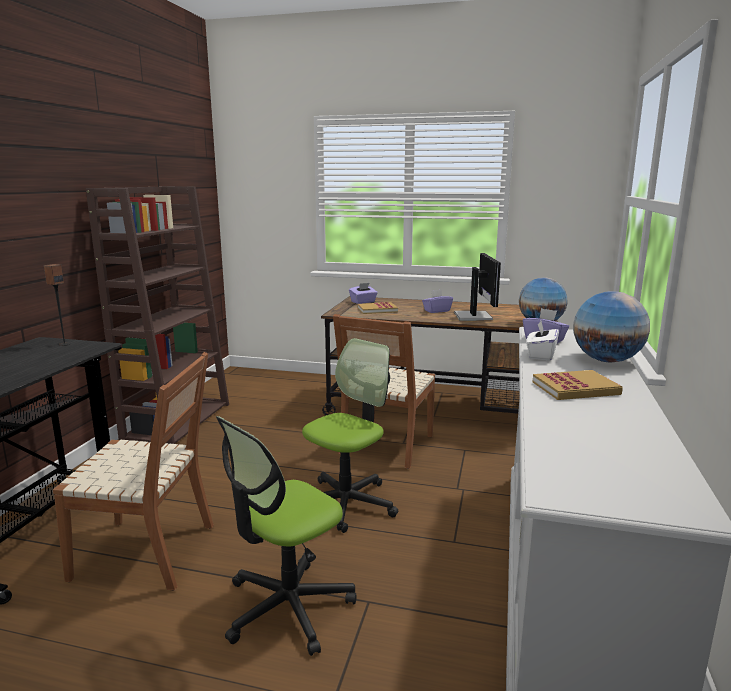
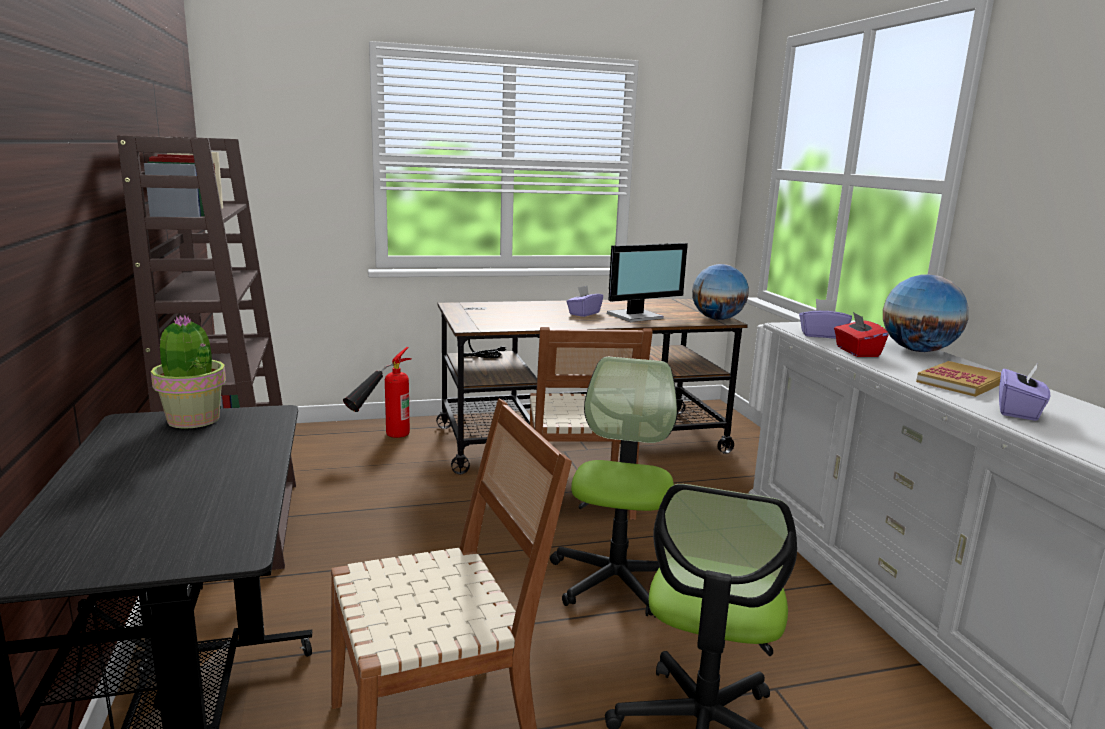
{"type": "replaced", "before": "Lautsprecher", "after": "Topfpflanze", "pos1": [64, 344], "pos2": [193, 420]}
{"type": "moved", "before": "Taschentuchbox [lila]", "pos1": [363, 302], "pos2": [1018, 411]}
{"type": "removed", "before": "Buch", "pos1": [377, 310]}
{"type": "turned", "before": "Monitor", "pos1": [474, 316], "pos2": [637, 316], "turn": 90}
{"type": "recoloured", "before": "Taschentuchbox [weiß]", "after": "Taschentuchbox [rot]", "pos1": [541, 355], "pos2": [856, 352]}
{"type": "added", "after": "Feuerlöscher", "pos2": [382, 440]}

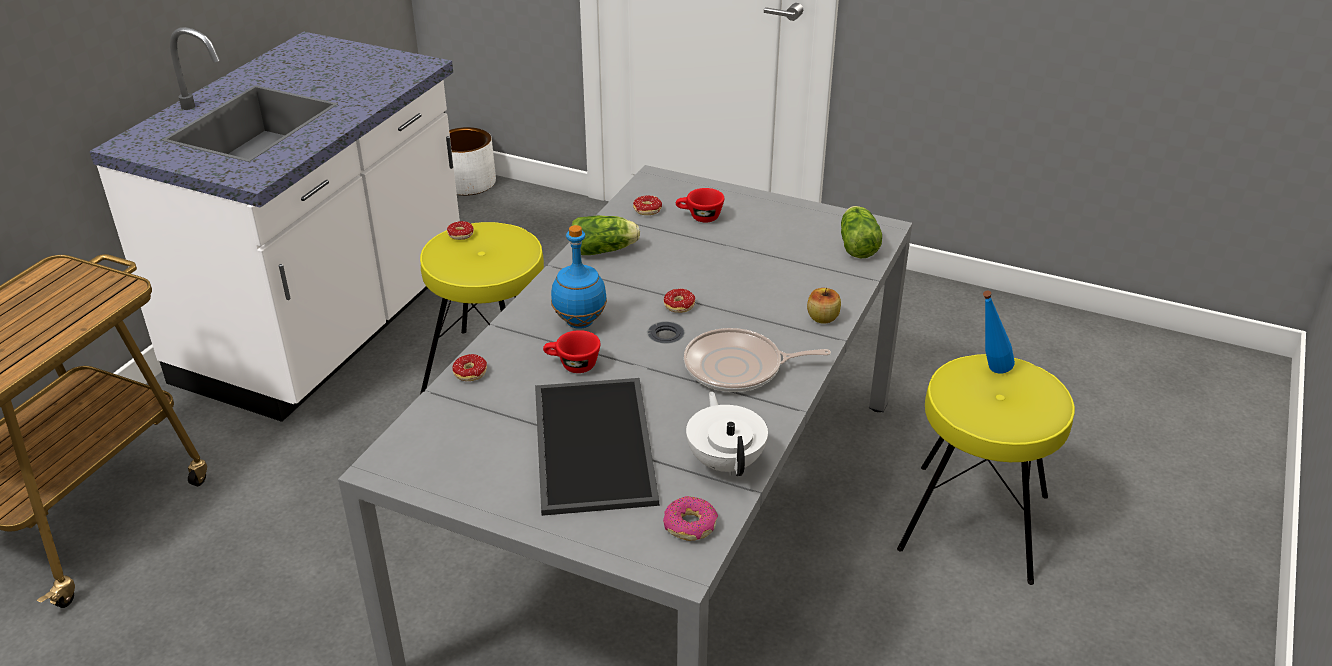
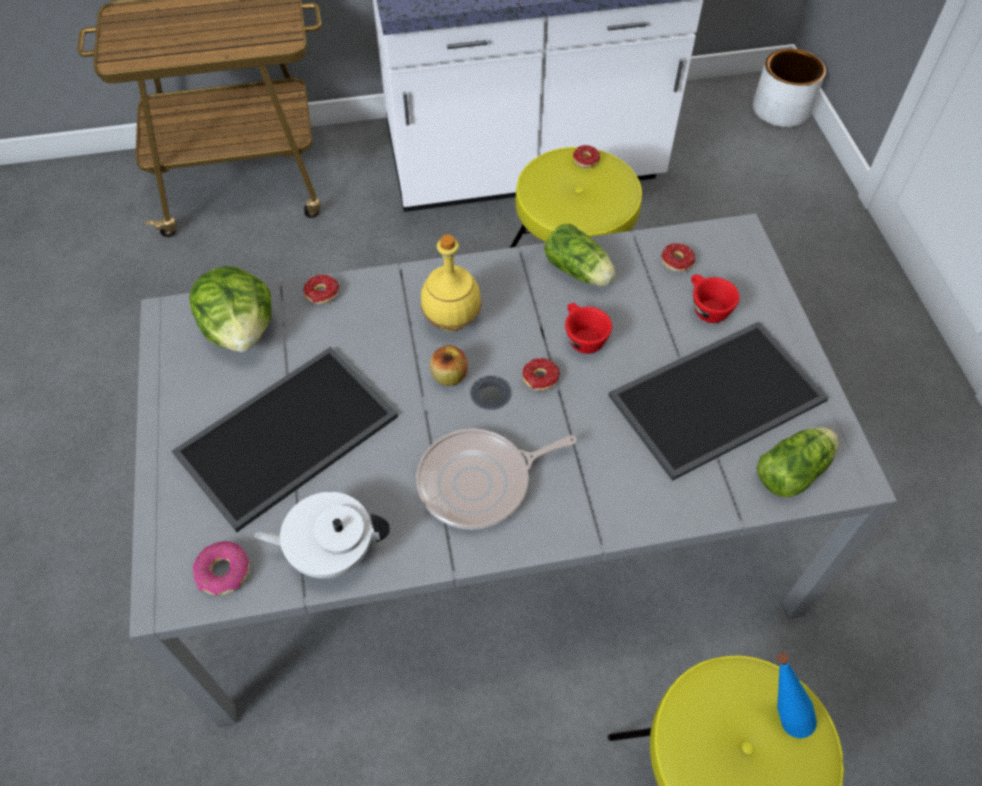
{"type": "moved", "before": "Tasse [rot]", "pos1": [572, 365], "pos2": [582, 337]}
{"type": "recoloured", "before": "Flasche [blau]", "after": "Flasche [gelb]", "pos1": [579, 322], "pos2": [451, 321]}
{"type": "turned", "before": "Pfanne", "pos1": [738, 368], "pos2": [480, 482], "turn": -75}
{"type": "turned", "before": "Teekanne [weiß]", "pos1": [726, 461], "pos2": [331, 551], "turn": -135}
{"type": "moved", "before": "Apfel", "pos1": [822, 318], "pos2": [449, 376]}
{"type": "added", "after": "Salatkopf", "pos2": [241, 331]}
{"type": "added", "after": "Tablett", "pos2": [716, 395]}

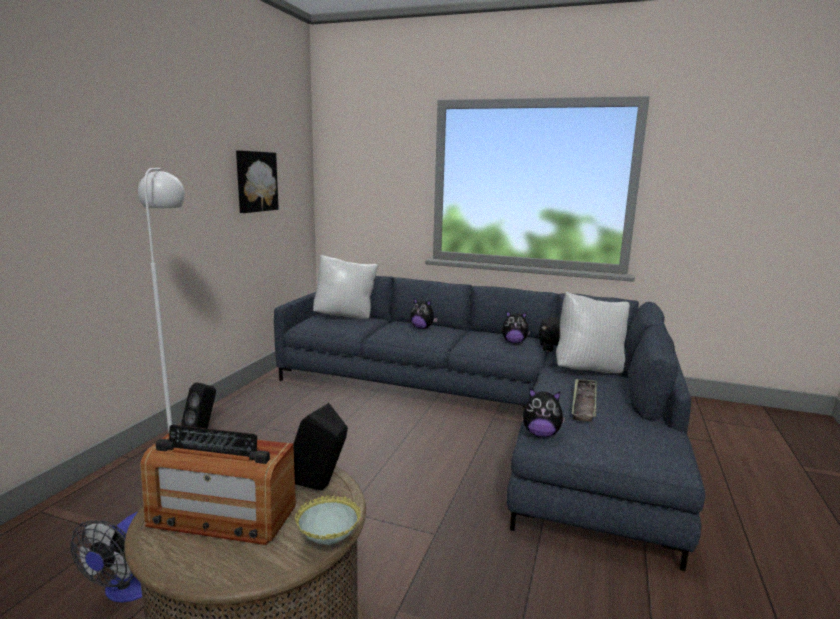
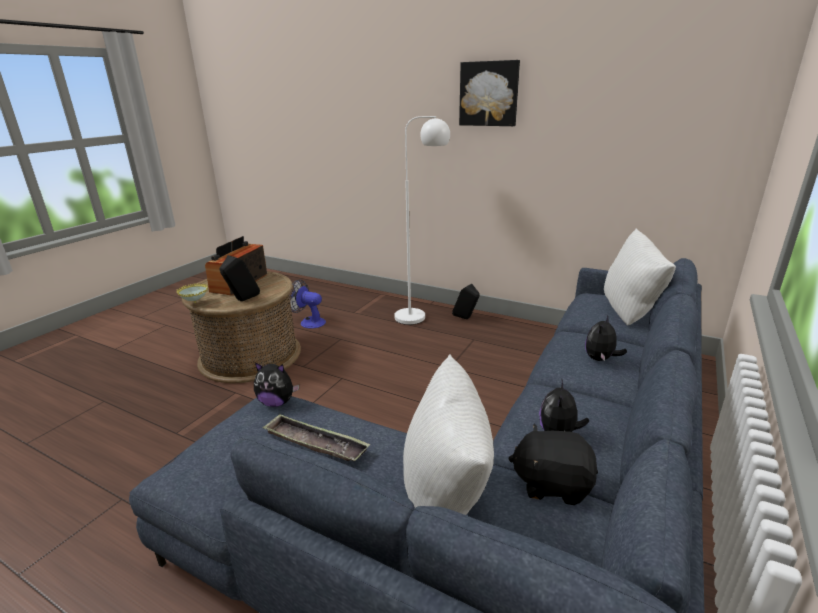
{"type": "moved", "before": "Bild", "pos1": [255, 181], "pos2": [489, 94]}
{"type": "turned", "before": "Plüschtier", "pos1": [541, 434], "pos2": [277, 402], "turn": -105}

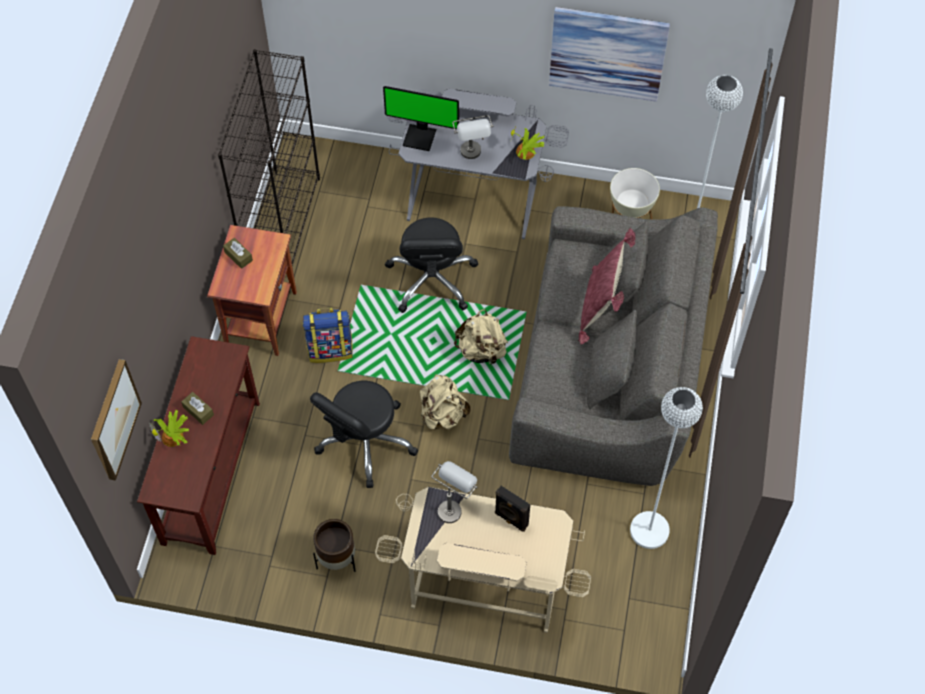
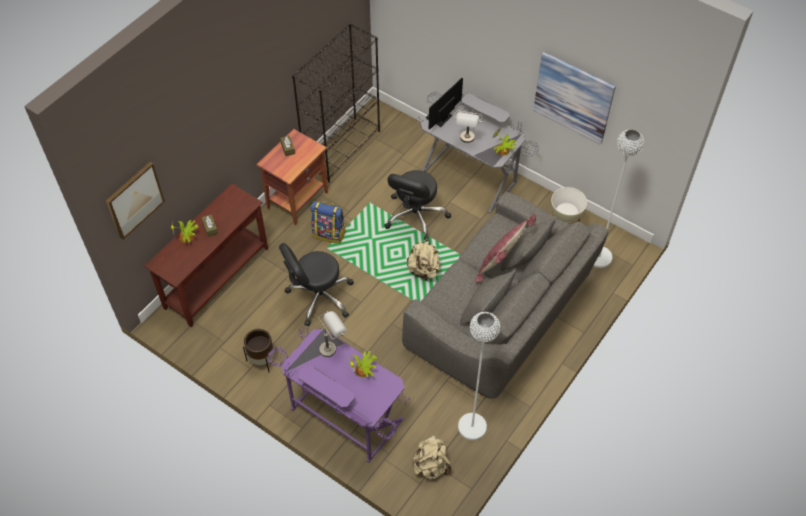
{"type": "recoloured", "before": "Schreibtisch [beige]", "after": "Schreibtisch [lila]", "pos1": [485, 586], "pos2": [344, 416]}
{"type": "turned", "before": "Monitor", "pos1": [420, 136], "pos2": [439, 118], "turn": 90}
{"type": "moved", "before": "Rucksack [beige]", "pos1": [442, 414], "pos2": [431, 465]}
{"type": "replaced", "before": "Lautsprecher [schwarz]", "after": "Topfpflanze", "pos1": [510, 519], "pos2": [364, 370]}

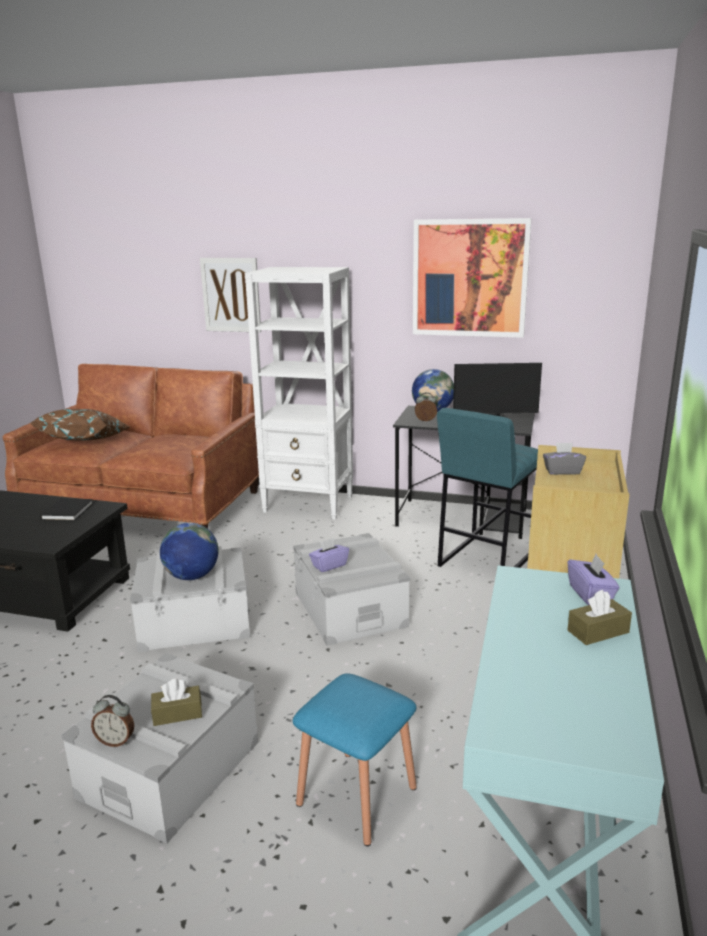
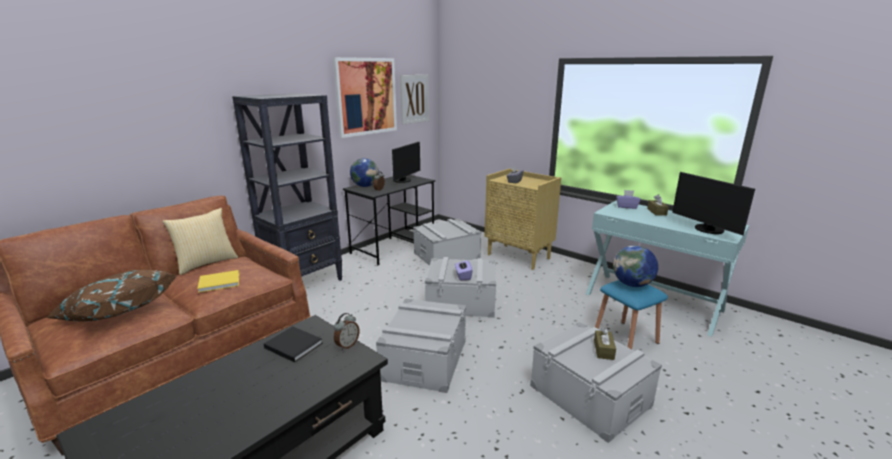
{"type": "moved", "before": "Wecker", "pos1": [116, 741], "pos2": [347, 345]}
{"type": "moved", "before": "Globus", "pos1": [192, 576], "pos2": [632, 284]}
{"type": "moved", "before": "Bild", "pos1": [231, 295], "pos2": [414, 99]}
{"type": "recoloured", "before": "Bücherregal [weiß]", "after": "Bücherregal [schwarz]", "pos1": [309, 504], "pos2": [305, 283]}
{"type": "replaced", "before": "Hocker [türkis]", "after": "Aufbewahrungsbox [grau]", "pos1": [485, 561], "pos2": [446, 255]}
{"type": "added", "after": "Kissen", "pos2": [206, 263]}
{"type": "added", "after": "Buch [gelb]", "pos2": [221, 282]}
{"type": "added", "after": "Monitor", "pos2": [707, 230]}

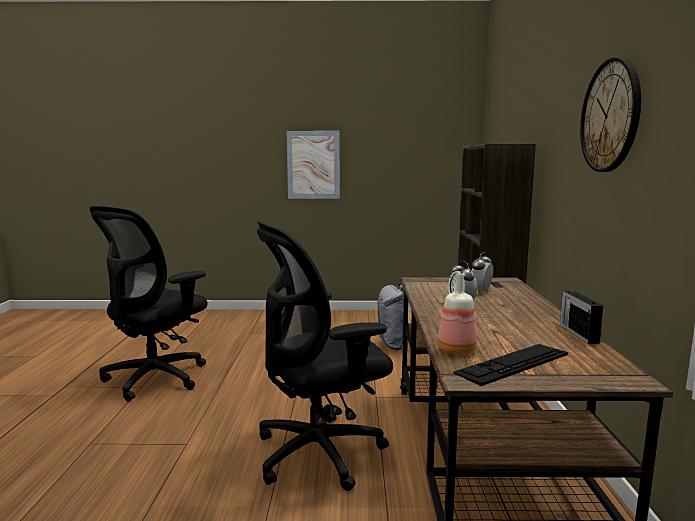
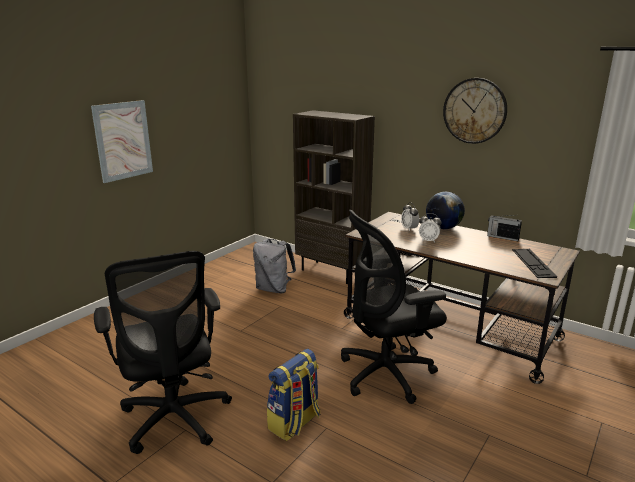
{"type": "turned", "before": "Bürostuhl [schwarz]", "pos1": [324, 449], "pos2": [390, 371], "turn": 60}
{"type": "removed", "before": "Flasche", "pos1": [455, 351]}
{"type": "added", "after": "Rucksack", "pos2": [294, 423]}
{"type": "added", "after": "Globus", "pos2": [443, 228]}

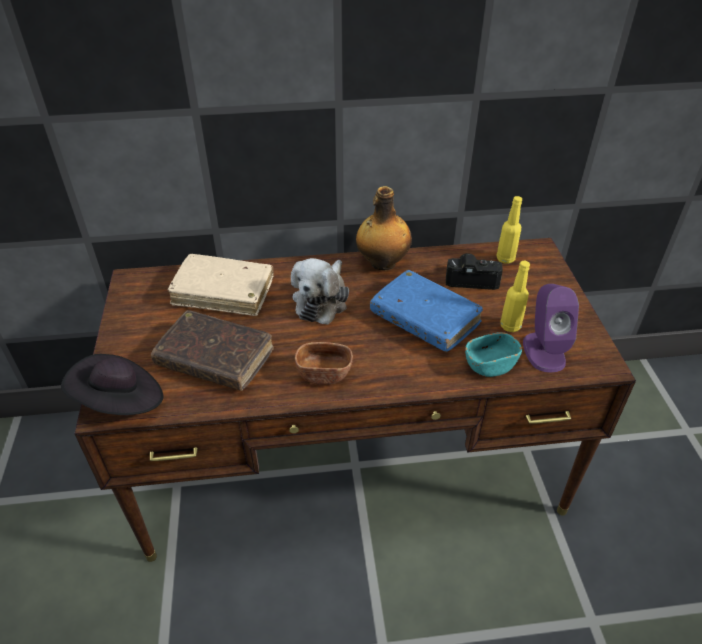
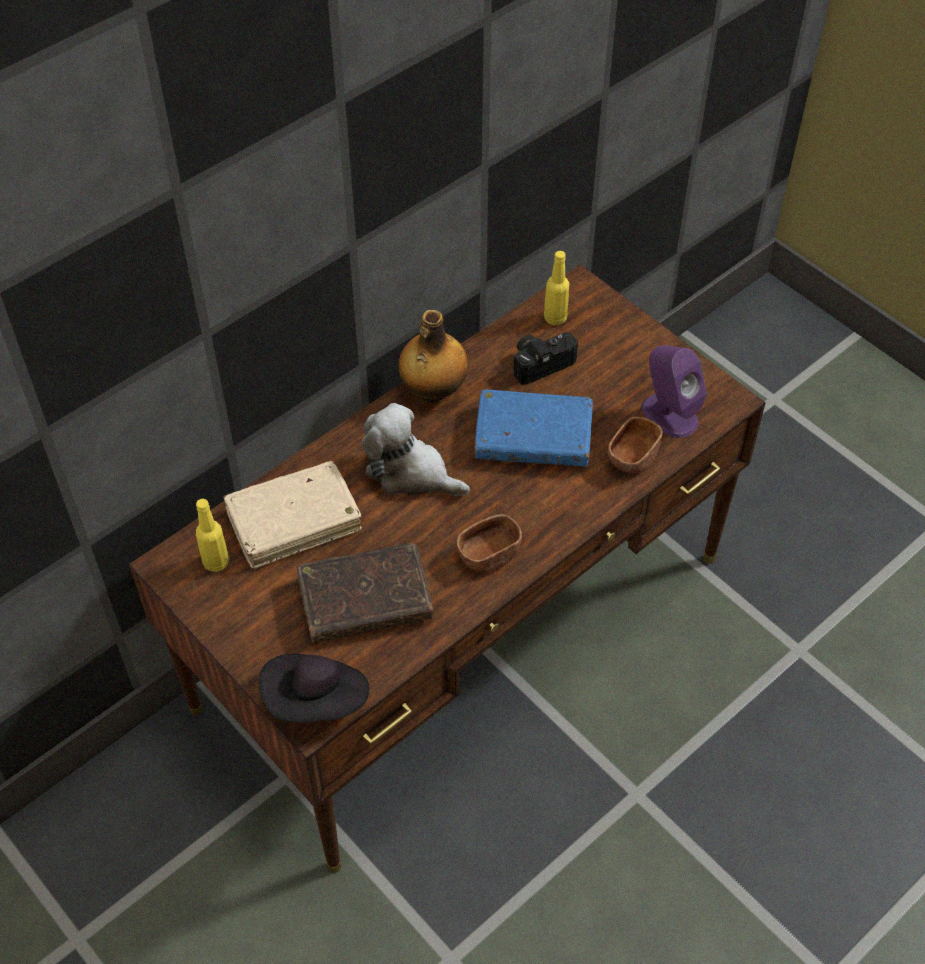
{"type": "turned", "before": "Plüschtier", "pos1": [322, 300], "pos2": [410, 473], "turn": 135}
{"type": "recoloured", "before": "Schüssel [türkis]", "after": "Schüssel [braun]", "pos1": [489, 365], "pos2": [632, 457]}
{"type": "moved", "before": "Flasche [gelb]", "pos1": [510, 326], "pos2": [216, 562]}

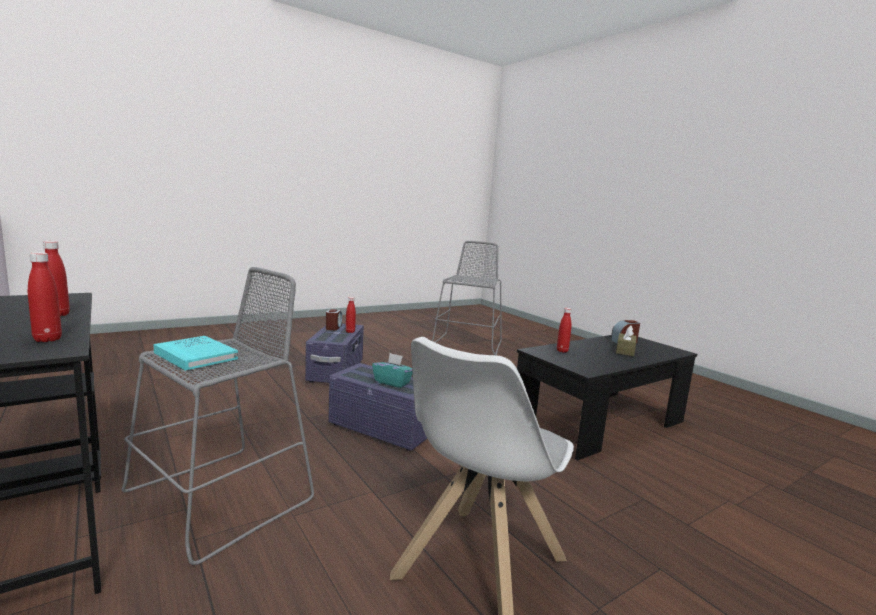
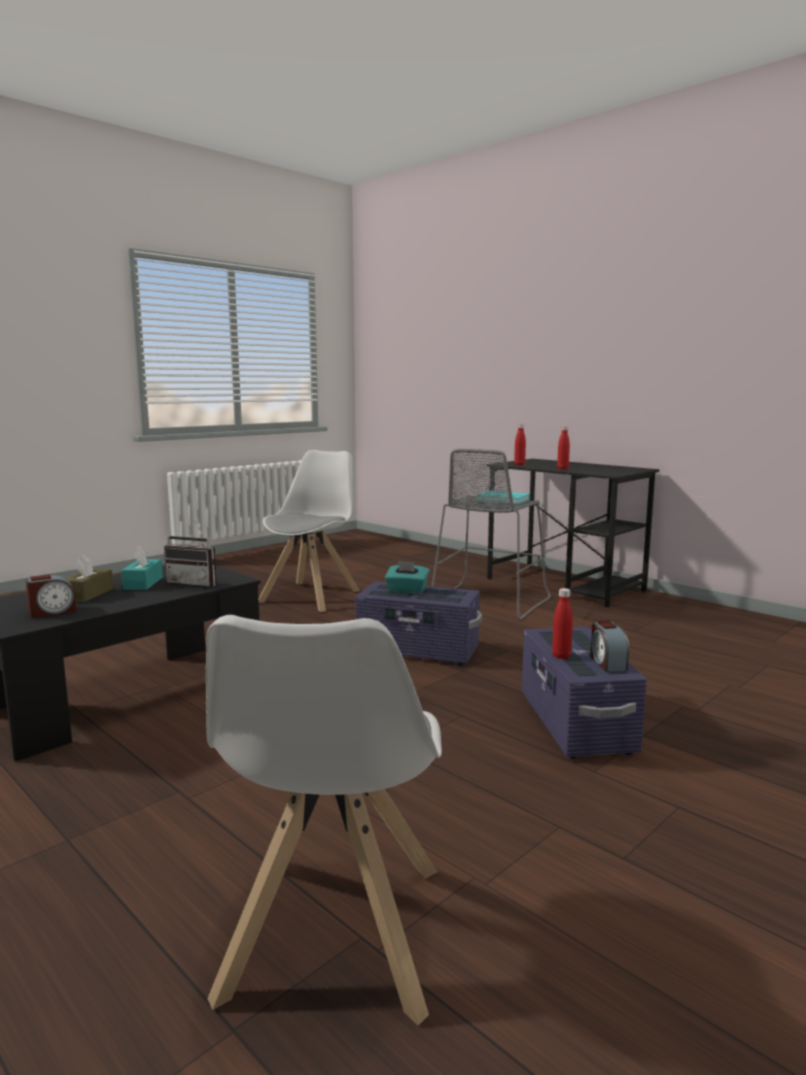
{"type": "replaced", "before": "Hocker [grau]", "after": "Stuhl", "pos1": [467, 345], "pos2": [332, 936]}
{"type": "replaced", "before": "Flasche [rot]", "after": "Radio", "pos1": [562, 351], "pos2": [195, 583]}
{"type": "added", "after": "Taschentuchbox [türkis]", "pos2": [143, 583]}

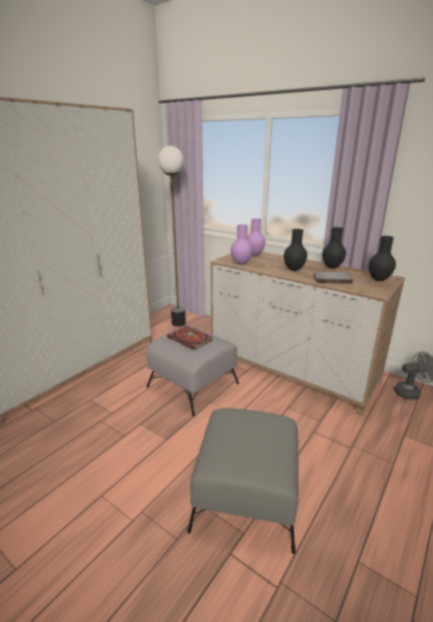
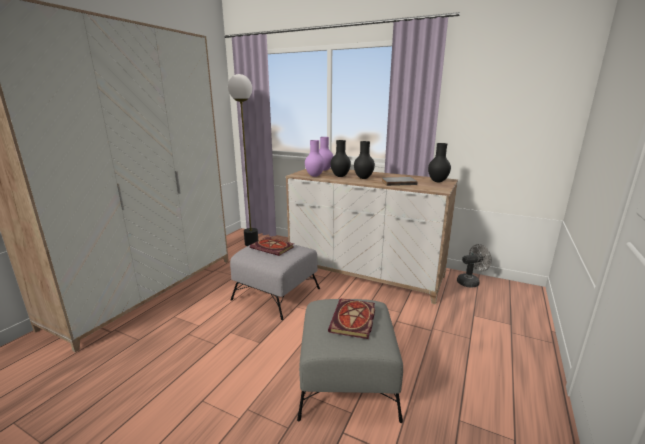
{"type": "moved", "before": "Vase [schwarz]", "pos1": [331, 267], "pos2": [339, 176]}
{"type": "added", "after": "Buch", "pos2": [354, 321]}

